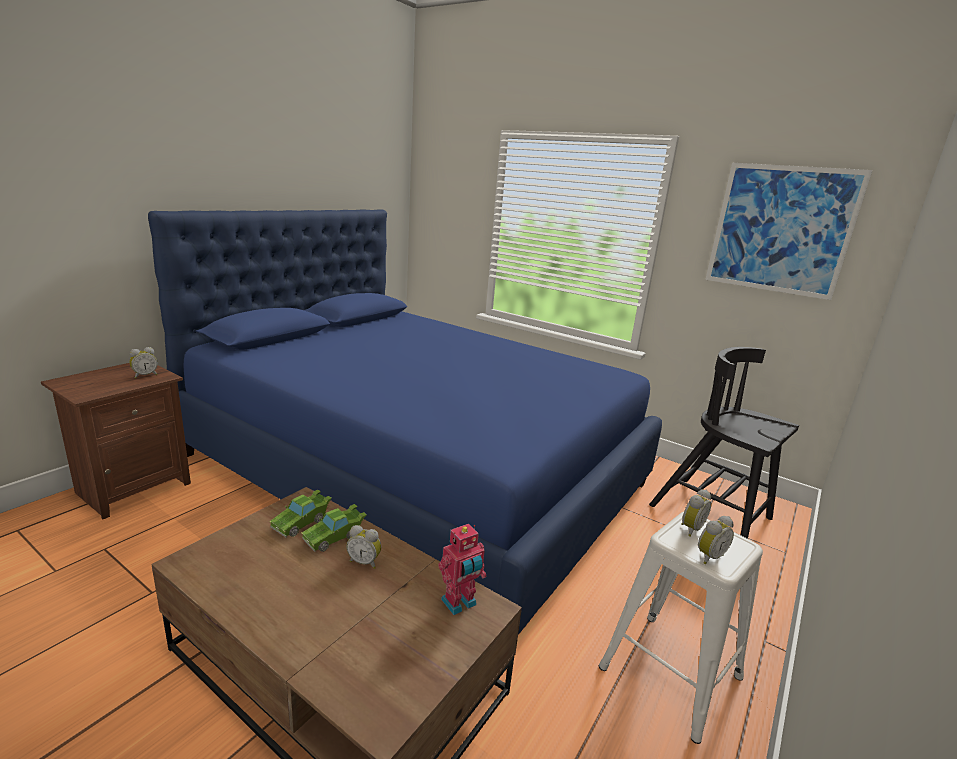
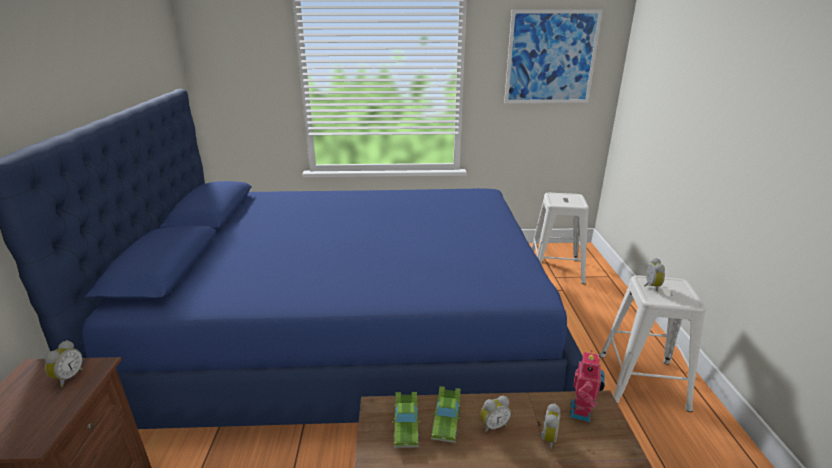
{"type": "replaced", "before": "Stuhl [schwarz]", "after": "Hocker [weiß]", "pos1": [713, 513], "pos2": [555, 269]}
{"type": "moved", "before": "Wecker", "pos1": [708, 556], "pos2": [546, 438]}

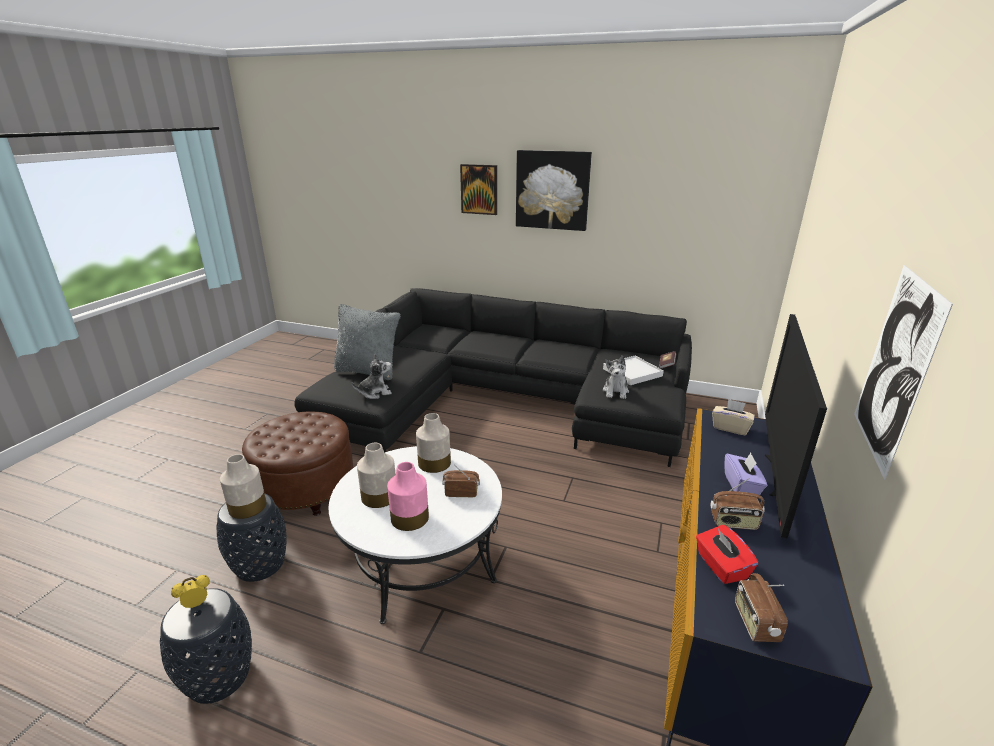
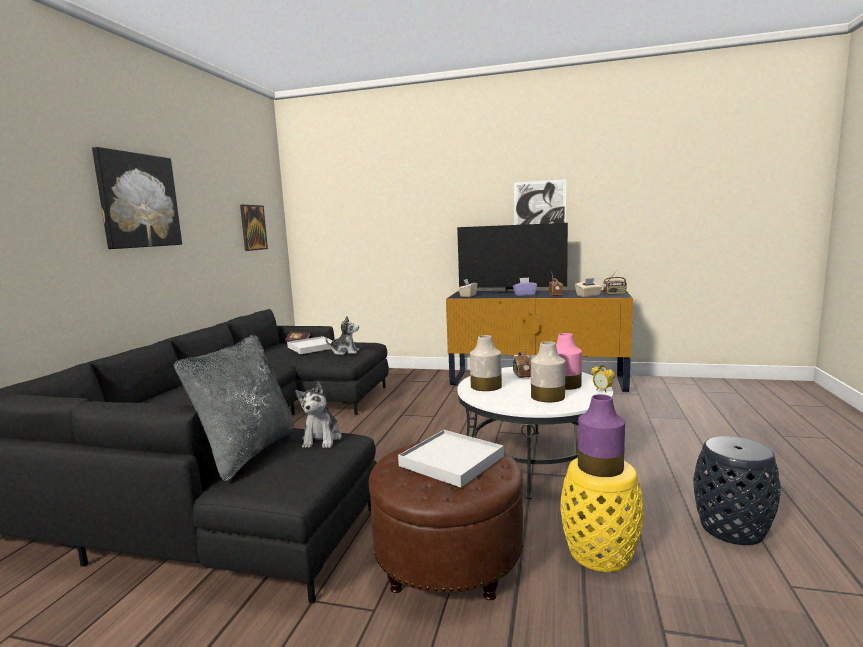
{"type": "moved", "before": "Wecker", "pos1": [196, 604], "pos2": [602, 390]}
{"type": "recoloured", "before": "Hocker [schwarz]", "after": "Hocker [gelb]", "pos1": [260, 564], "pos2": [600, 553]}
{"type": "recoloured", "before": "Vase [beige]", "after": "Vase [lila]", "pos1": [248, 506], "pos2": [600, 466]}
{"type": "turned", "before": "Plüschtier", "pos1": [375, 393], "pos2": [322, 439], "turn": -150}
{"type": "moved", "before": "Bild", "pos1": [479, 189], "pos2": [253, 227]}
{"type": "recoloured", "before": "Taschentuchbox [rot]", "after": "Taschentuchbox [beige]", "pos1": [721, 566], "pos2": [588, 296]}
{"type": "added", "after": "Tablett [weiß]", "pos2": [451, 461]}

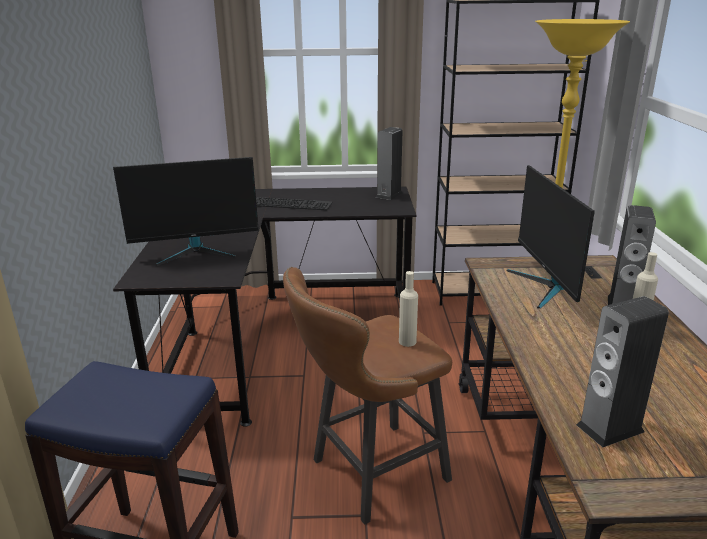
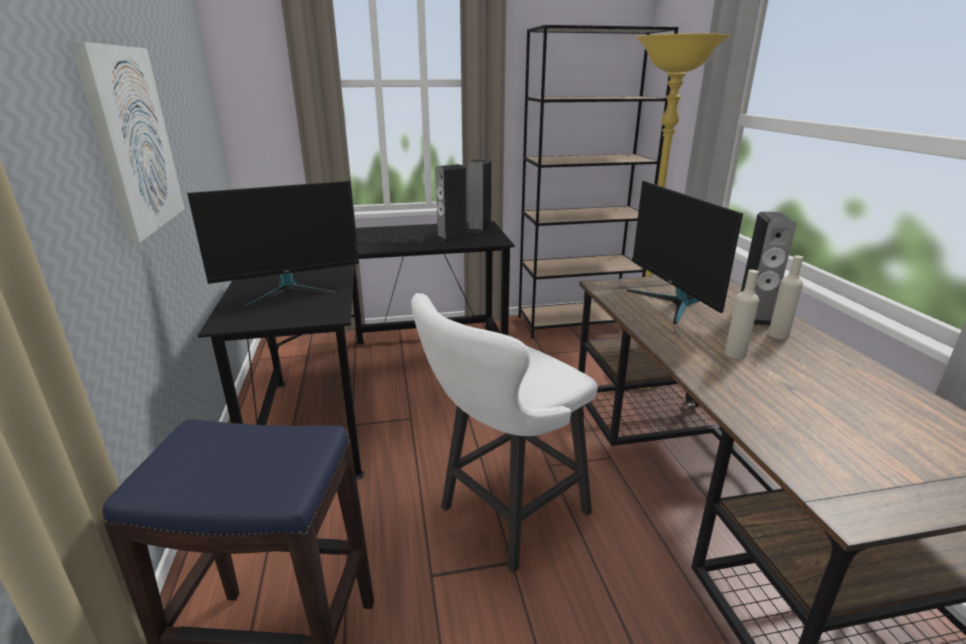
{"type": "recoloured", "before": "Hocker [braun]", "after": "Hocker [weiß]", "pos1": [366, 476], "pos2": [502, 518]}
{"type": "moved", "before": "Flasche [beige]", "pos1": [407, 341], "pos2": [735, 354]}
{"type": "moved", "before": "Lautsprecher", "pos1": [610, 428], "pos2": [452, 238]}
{"type": "added", "after": "Bild", "pos2": [132, 141]}

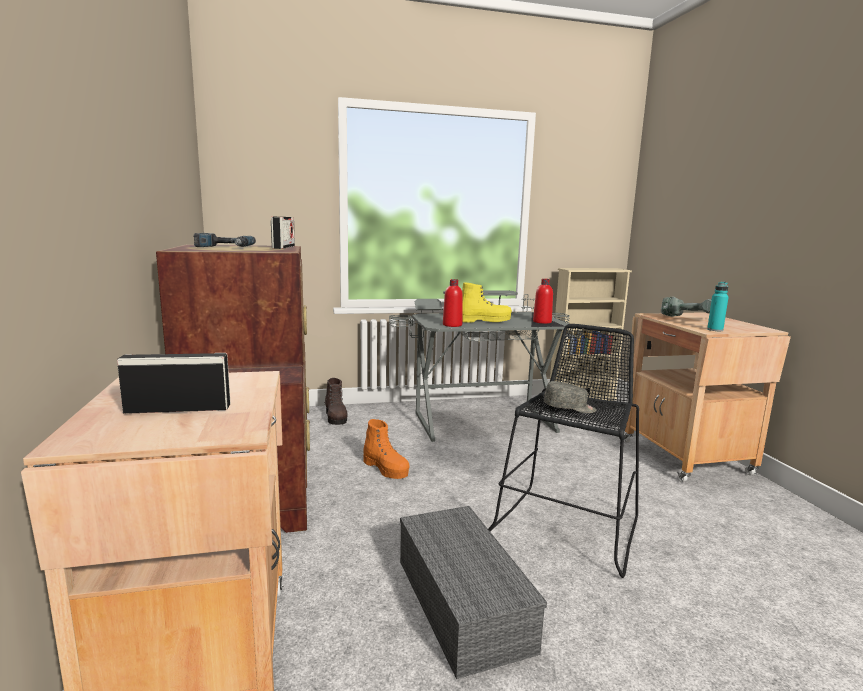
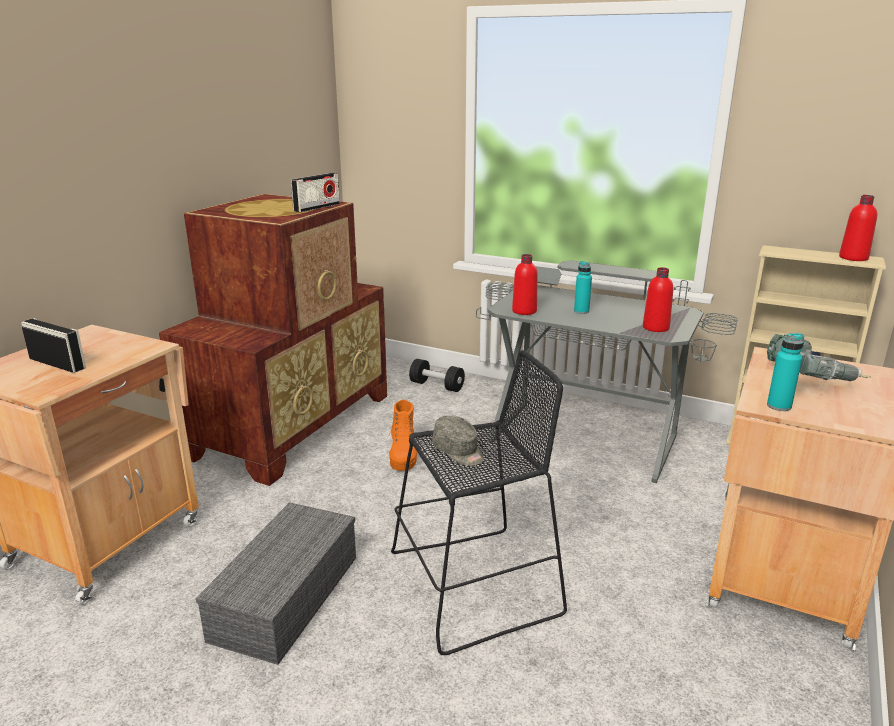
{"type": "removed", "before": "Bohrmaschine", "pos1": [224, 247]}
{"type": "replaced", "before": "Stiefel [braun]", "after": "Hantel [schwarz]", "pos1": [336, 418], "pos2": [437, 386]}
{"type": "replaced", "before": "Stiefel [gelb]", "after": "Flasche [türkis]", "pos1": [484, 321], "pos2": [581, 311]}
{"type": "added", "after": "Flasche [rot]", "pos2": [853, 258]}

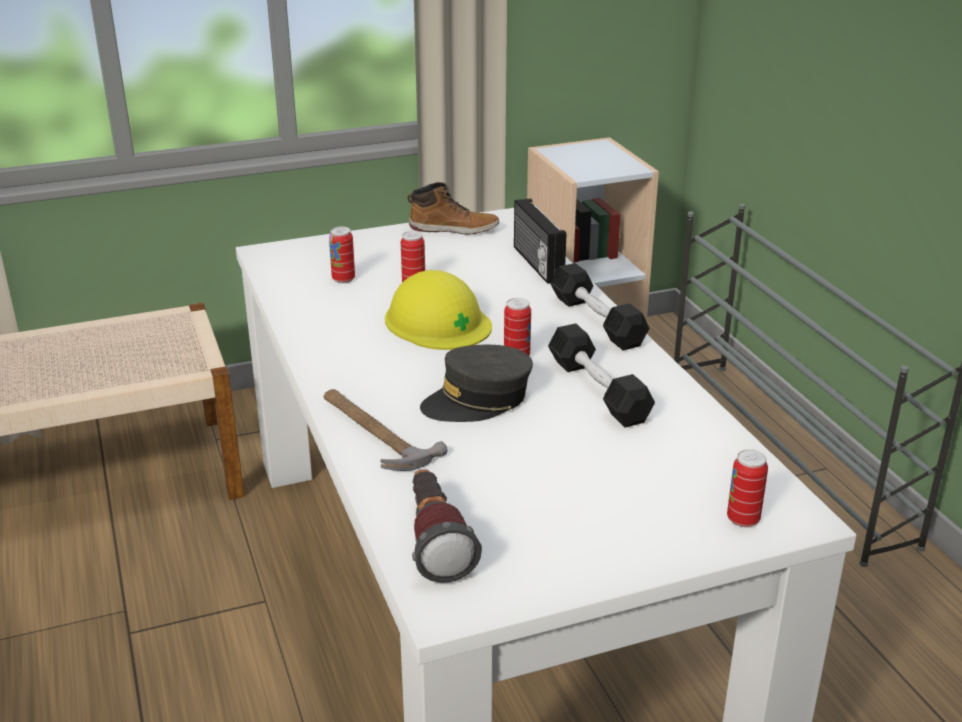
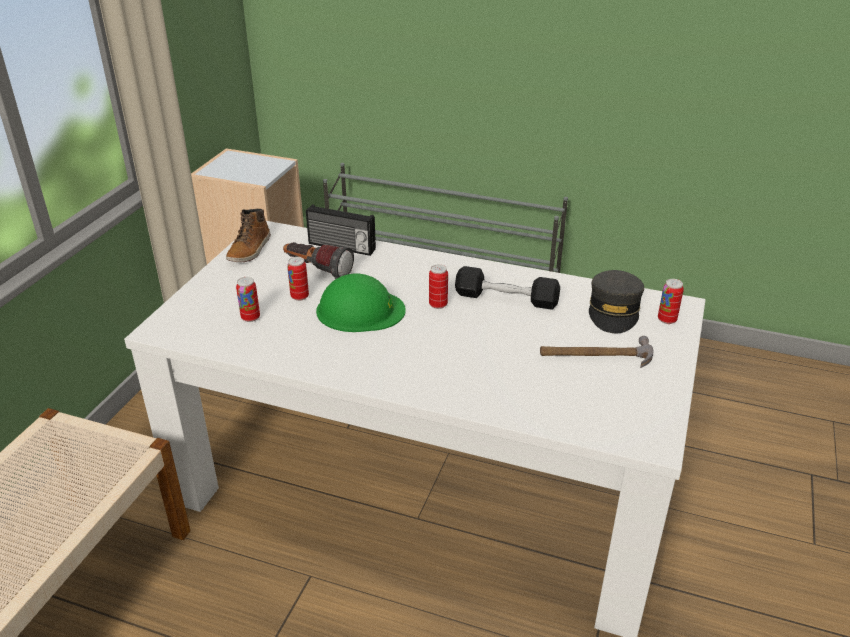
{"type": "moved", "before": "Hammer", "pos1": [373, 432], "pos2": [595, 355]}
{"type": "recoloured", "before": "Schutzhelm [gelb]", "after": "Schutzhelm [grün]", "pos1": [437, 322], "pos2": [360, 310]}
{"type": "turned", "before": "Stiefel", "pos1": [454, 228], "pos2": [250, 250], "turn": 150}
{"type": "moved", "before": "Taschenlampe", "pos1": [435, 542], "pos2": [317, 270]}
{"type": "moved", "before": "Kappe [grau]", "pos1": [478, 400], "pos2": [614, 311]}
{"type": "removed", "before": "Hantel [schwarz]", "pos1": [596, 321]}

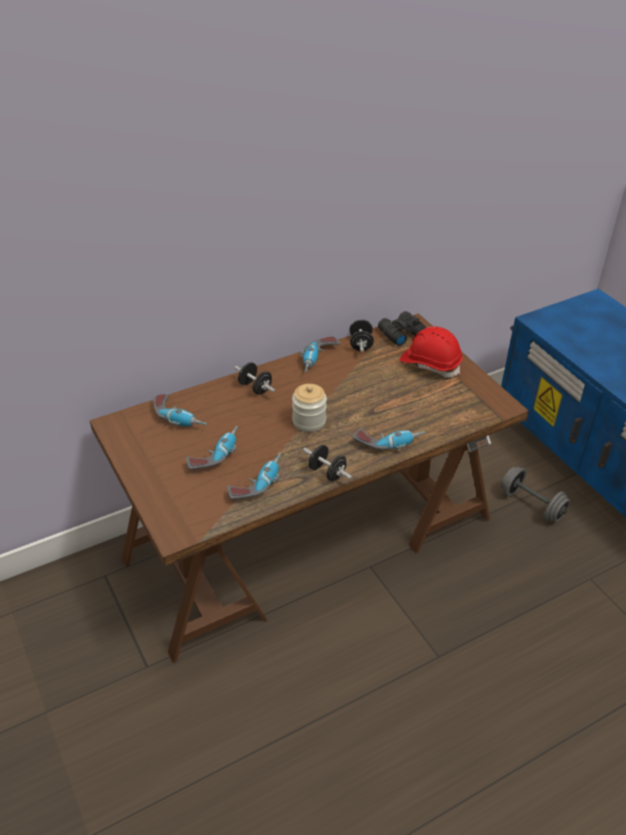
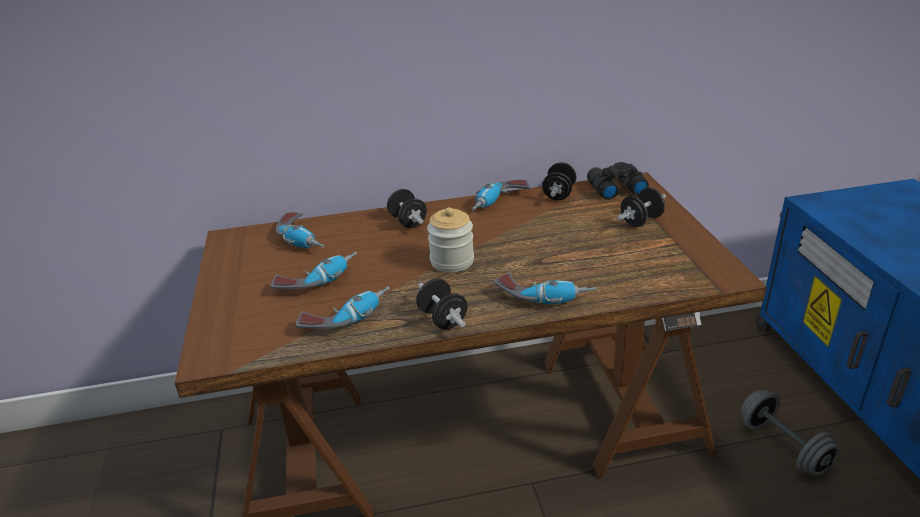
{"type": "replaced", "before": "Schutzhelm [rot]", "after": "Hantel [schwarz]", "pos1": [430, 364], "pos2": [641, 221]}

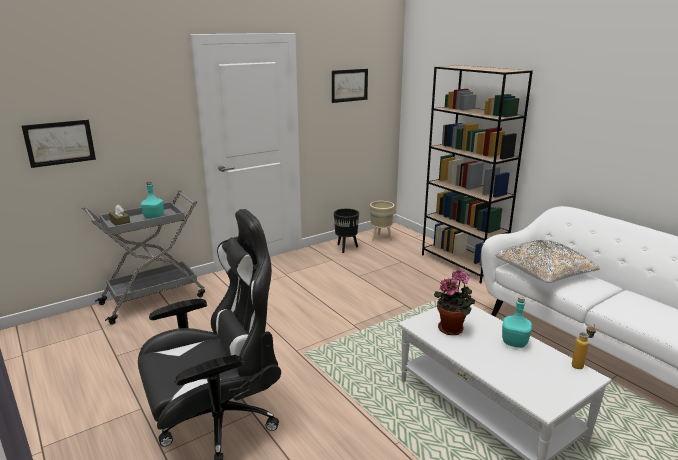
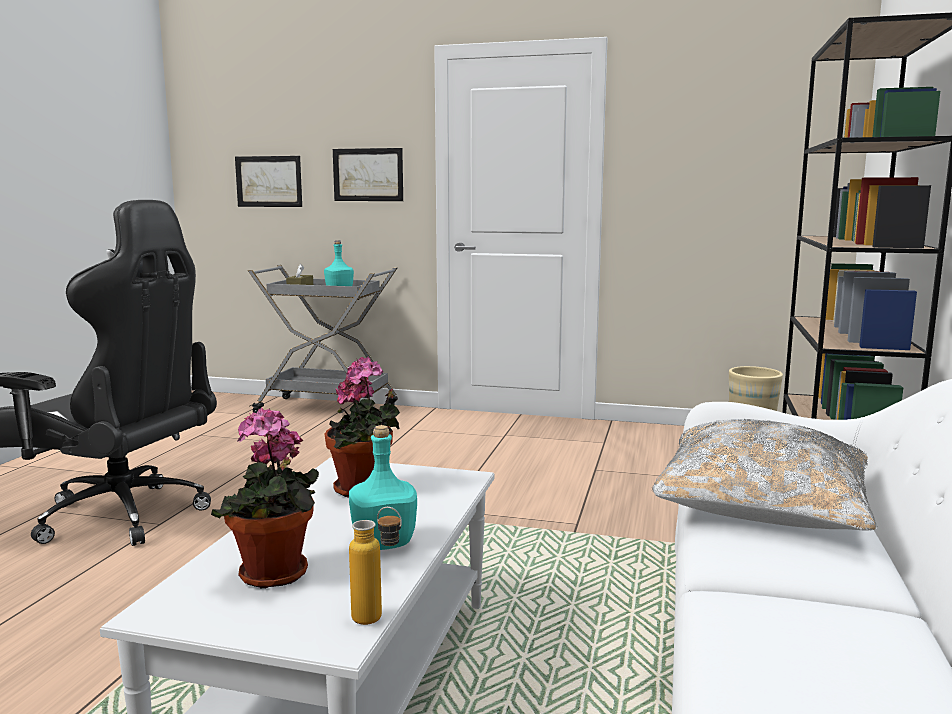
{"type": "moved", "before": "Bild", "pos1": [349, 85], "pos2": [368, 175]}
{"type": "removed", "before": "Pflanzkübel [schwarz]", "pos1": [346, 248]}
{"type": "added", "after": "Topfpflanze", "pos2": [274, 577]}

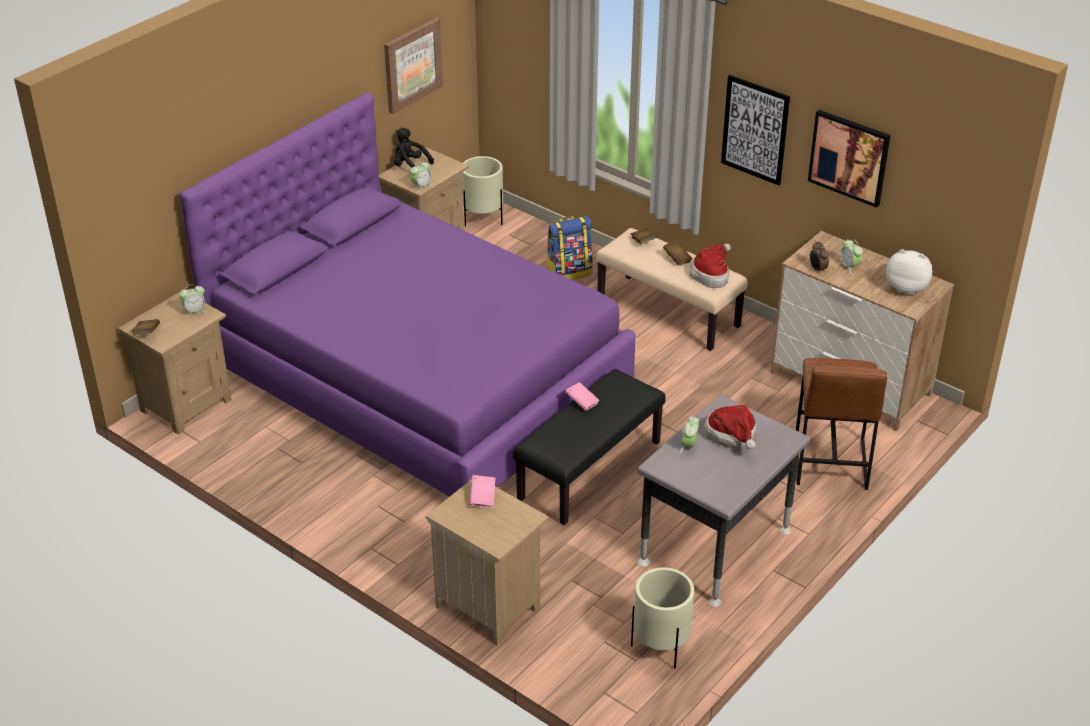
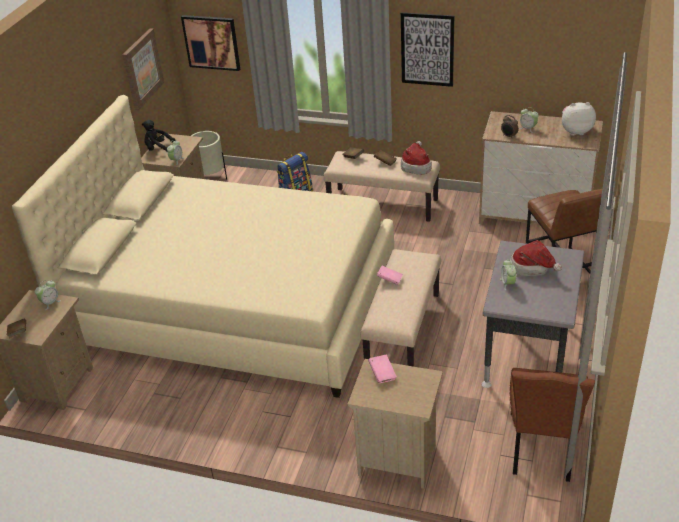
{"type": "recoloured", "before": "Bett [lila]", "after": "Bett [beige]", "pos1": [417, 378], "pos2": [232, 304]}
{"type": "recoloured", "before": "Bank [schwarz]", "after": "Bank [beige]", "pos1": [589, 469], "pos2": [402, 330]}
{"type": "replaced", "before": "Pflanzkübel [beige]", "after": "Stuhl [braun]", "pos1": [660, 647], "pos2": [542, 444]}
{"type": "moved", "before": "Bild", "pos1": [849, 157], "pos2": [211, 42]}

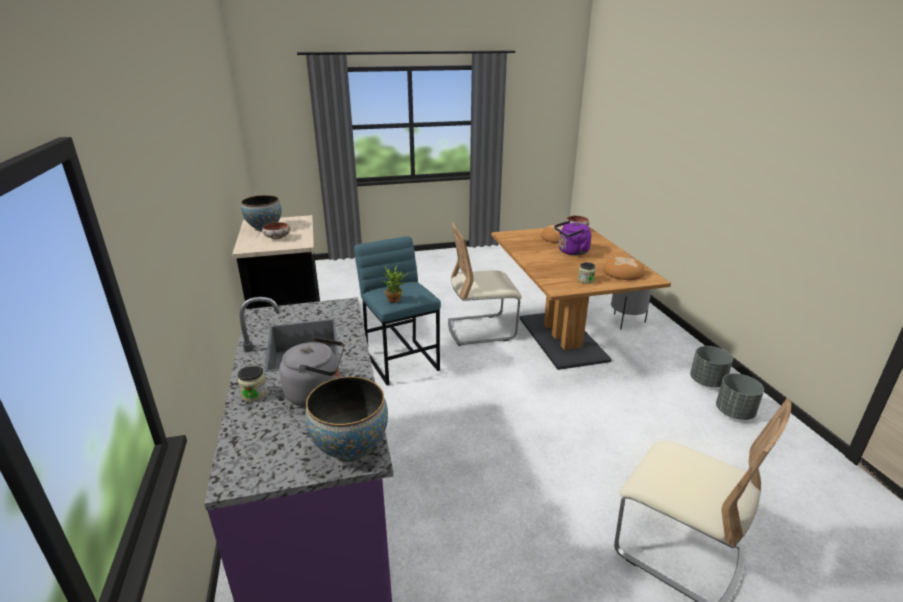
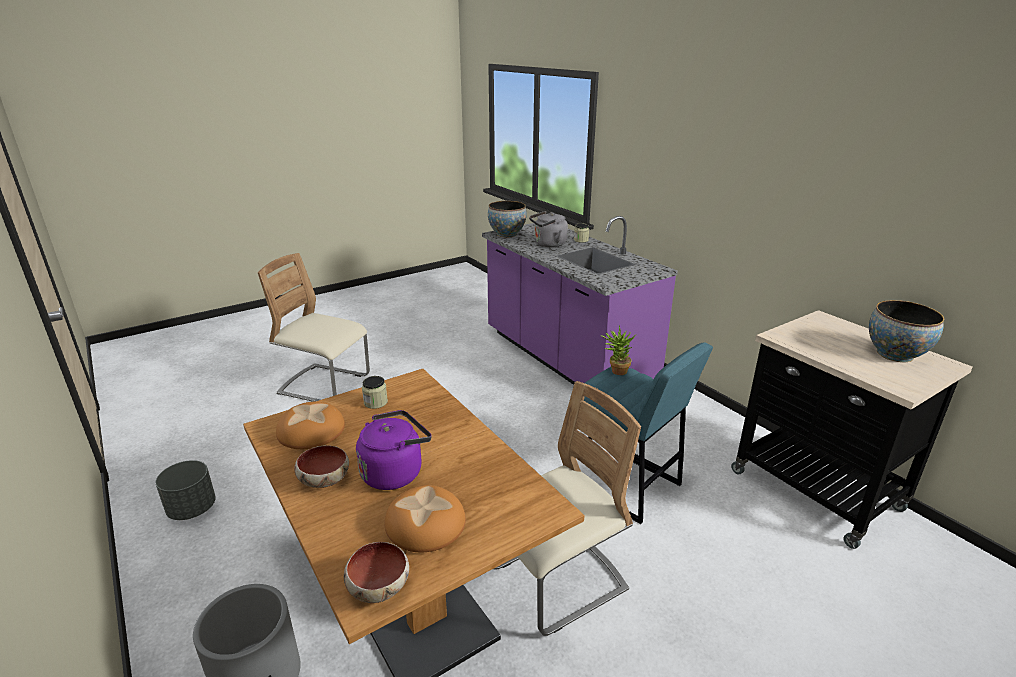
{"type": "moved", "before": "Schüssel", "pos1": [278, 238], "pos2": [323, 479]}
{"type": "removed", "before": "Pflanzkübel [grau]", "pos1": [706, 381]}

